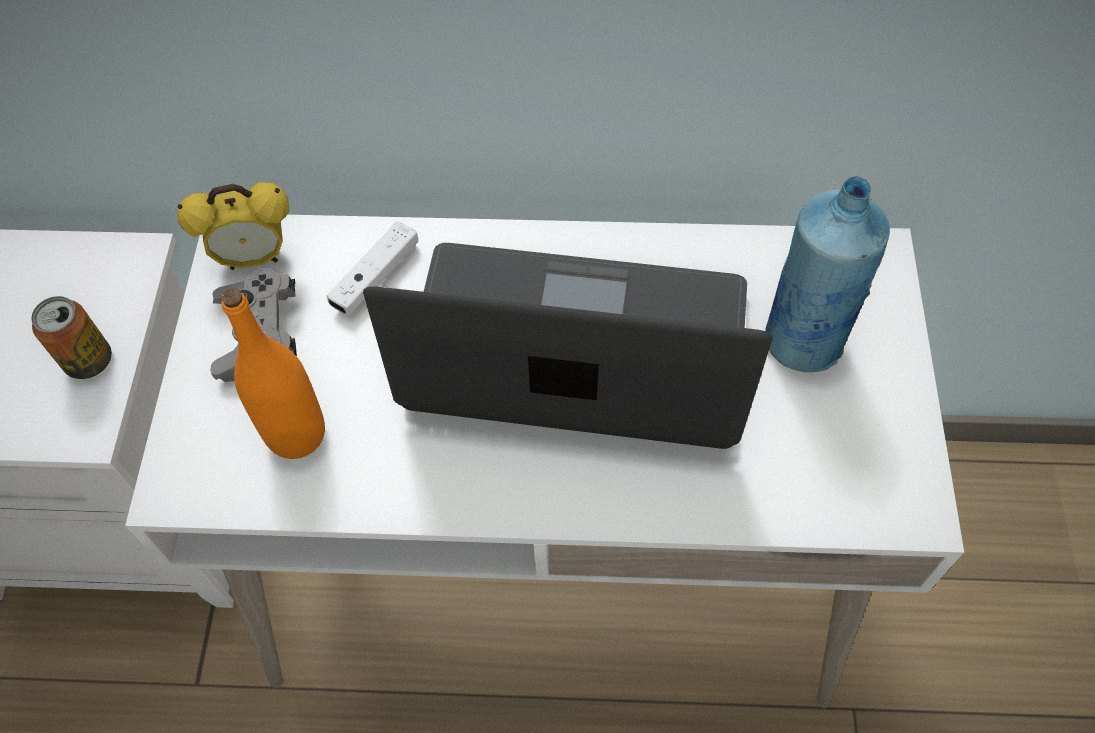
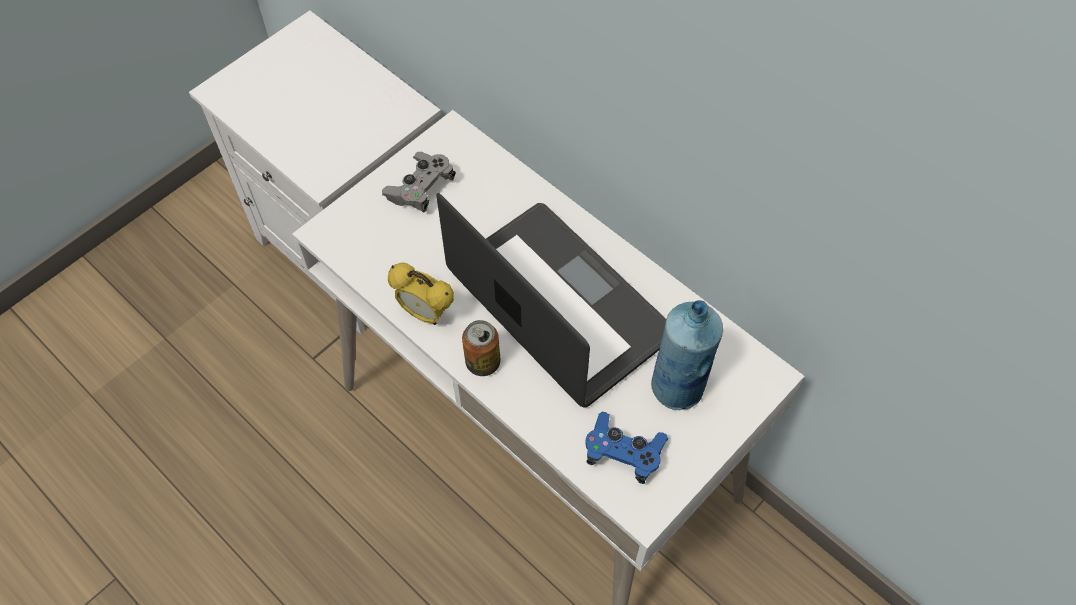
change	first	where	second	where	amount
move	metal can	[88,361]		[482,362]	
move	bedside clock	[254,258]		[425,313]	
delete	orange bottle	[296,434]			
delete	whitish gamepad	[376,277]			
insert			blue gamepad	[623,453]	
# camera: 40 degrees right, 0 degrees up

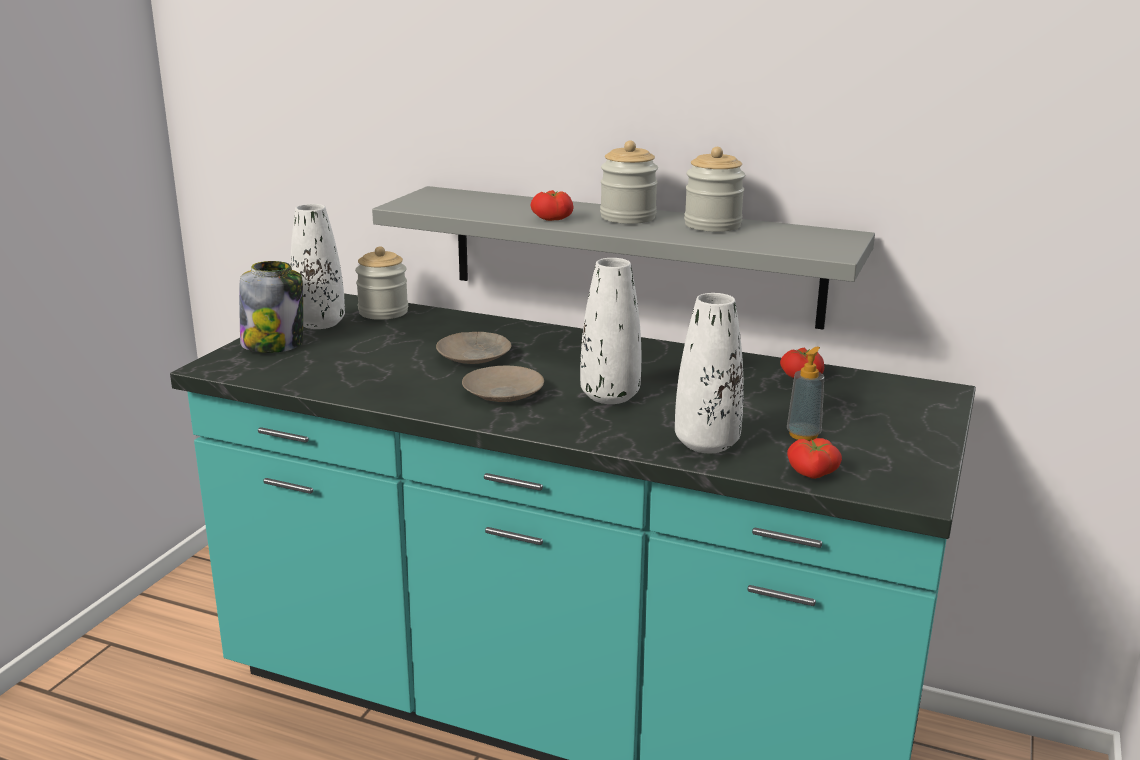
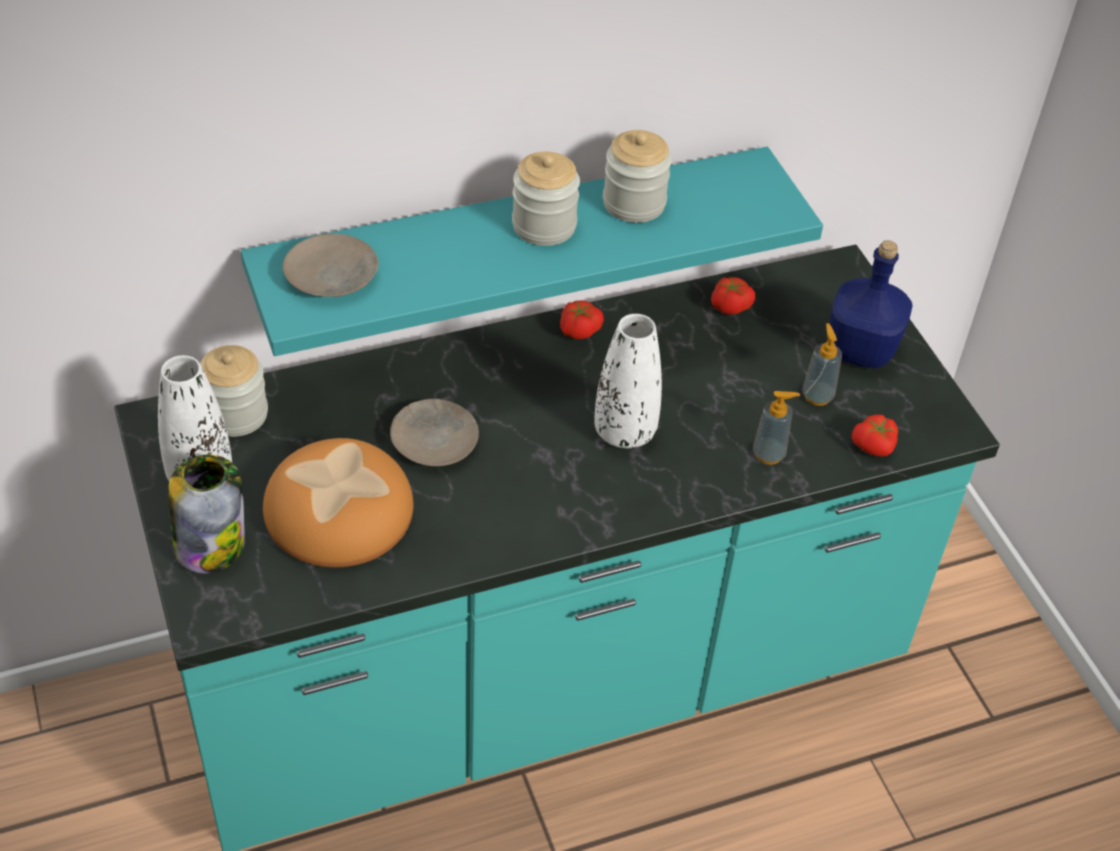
change	first	where	second	where	amount
recolor	greyish shelf	[633,255]	turquoise-coloured shelf	[514,239]	
move	sand-coloured flat dish	[503,393]		[332,276]	
move	fresh tomato	[553,218]		[578,329]	
replace	whitish flower vase	[706,444]	soap dispenser	[768,454]	
insert			baked bread	[337,510]	
insert			blue bottle	[861,351]	
# camera: 45 degrees left, 25 degrees up

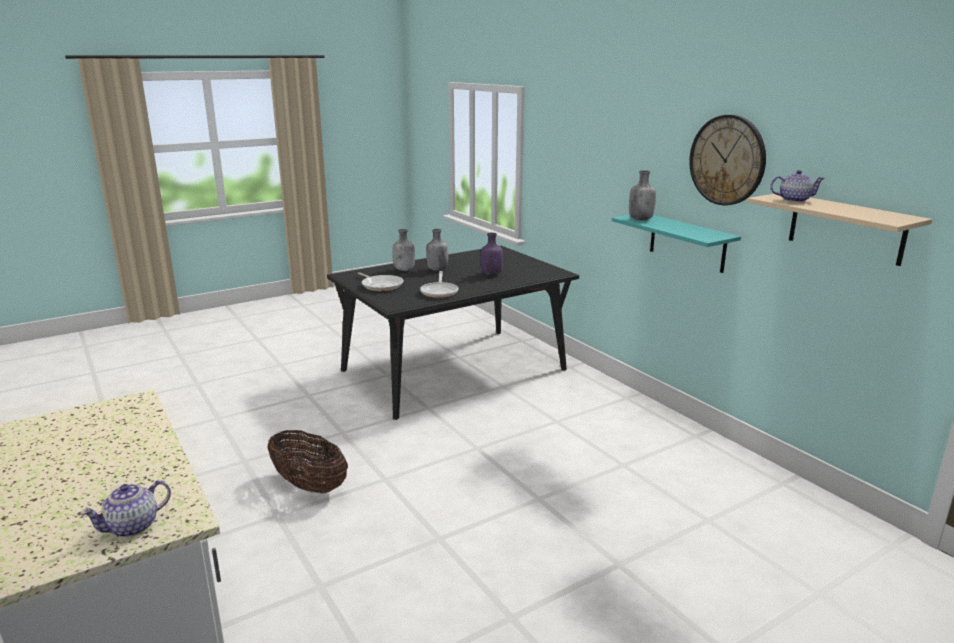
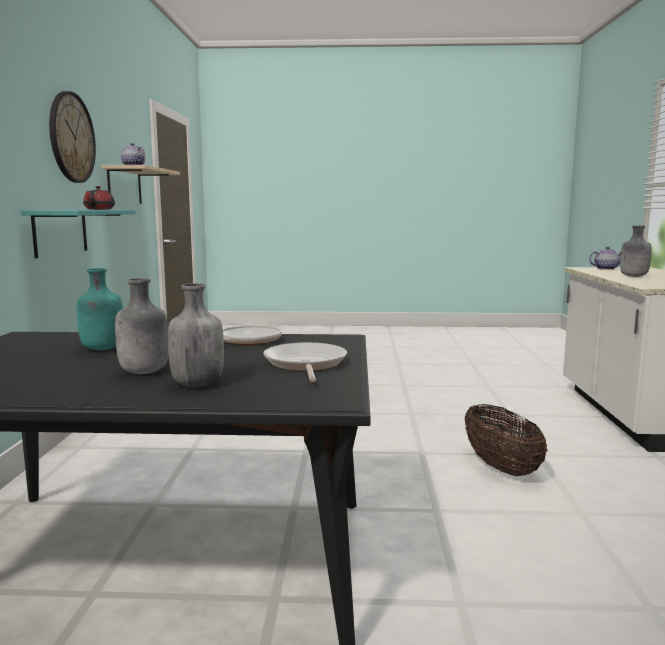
change	first	where	second	where	amount
recolor	purple bottle	[491,274]	turquoise-coloured bottle	[102,349]	
move	greyish bottle	[640,219]		[633,276]	
insert			reddish teapot	[100,209]	
# camera: 145 degrees left, 10 degrees down

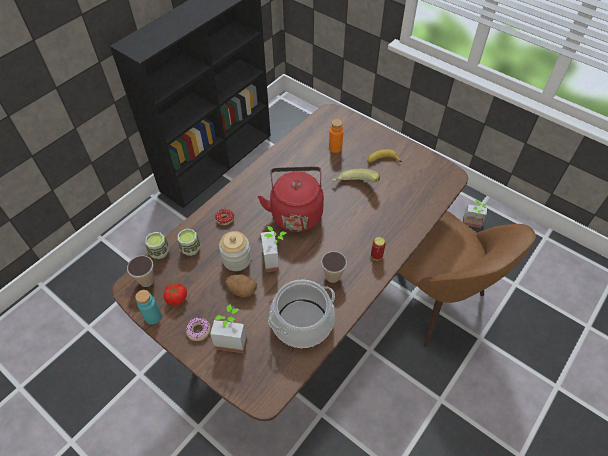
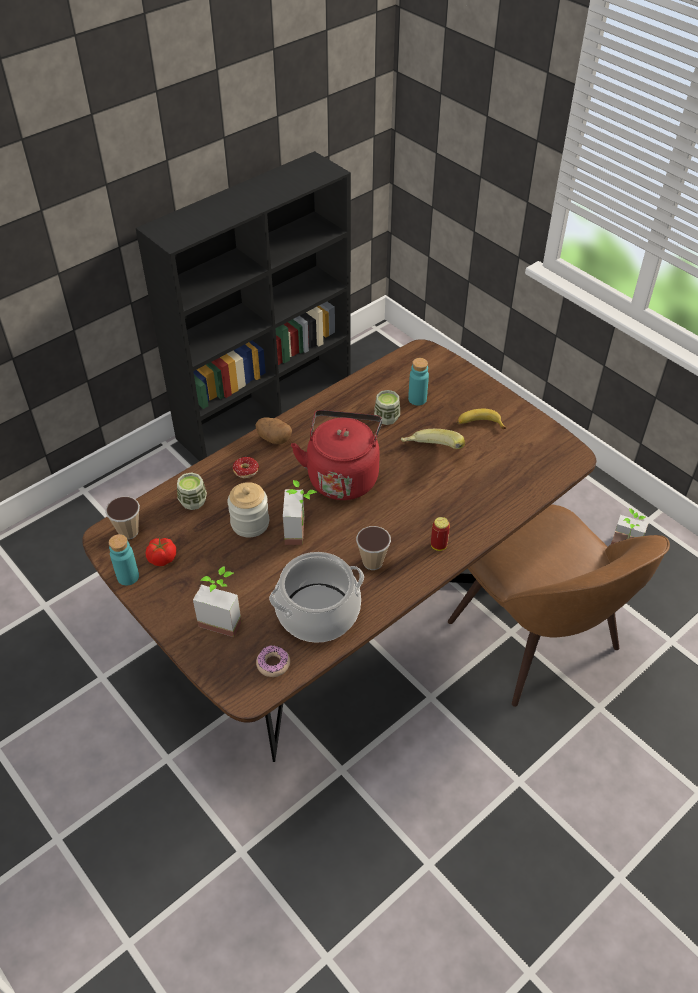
change	first	where	second	where	amount
move	drinking cup	[159,252]		[387,417]	
move	donut	[198,330]		[273,664]	
move	whole potato	[242,290]		[274,438]	
recolor	orange bottle	[335,148]	turquoise-coloured bottle	[417,399]	
# camera: 10 degrees right, 5 degrees down

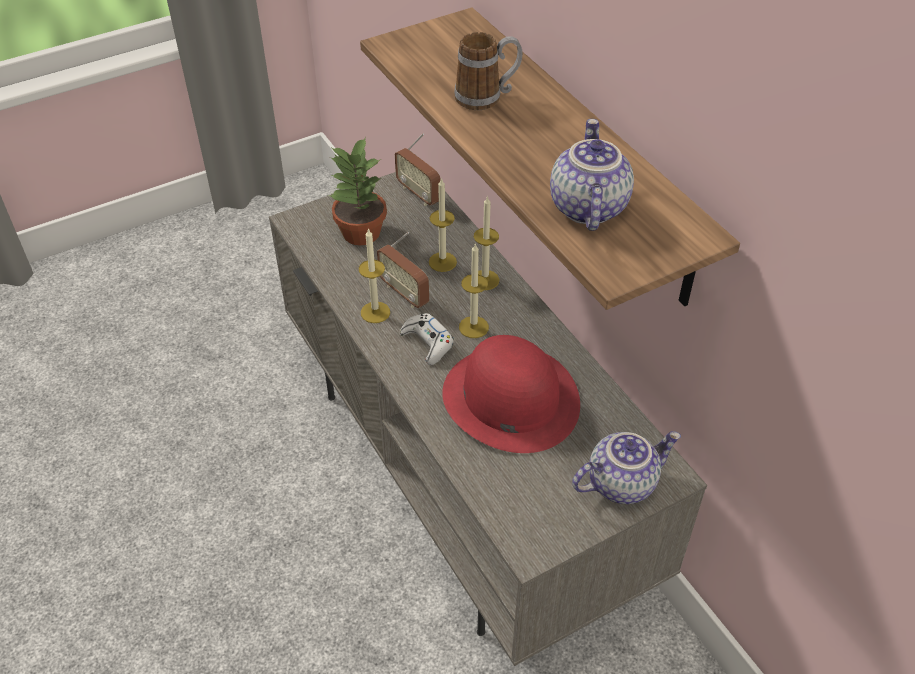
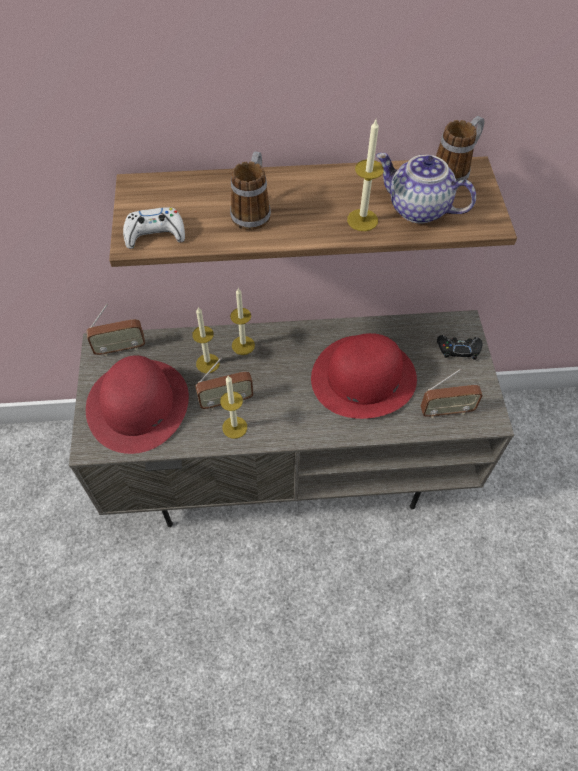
change	first	where	second	where	amount
replace	houseplant	[360,233]	reddish hat	[138,405]	
move	whitish gamepad	[428,343]		[155,234]	
move	wax light	[473,327]		[362,220]	
replace	teapot	[621,482]	blackish gamepad	[458,349]	
insert			radio receiver	[446,411]	
insert			coffee mug	[454,171]	
# camera: 65 degrees left, 10 degrees up

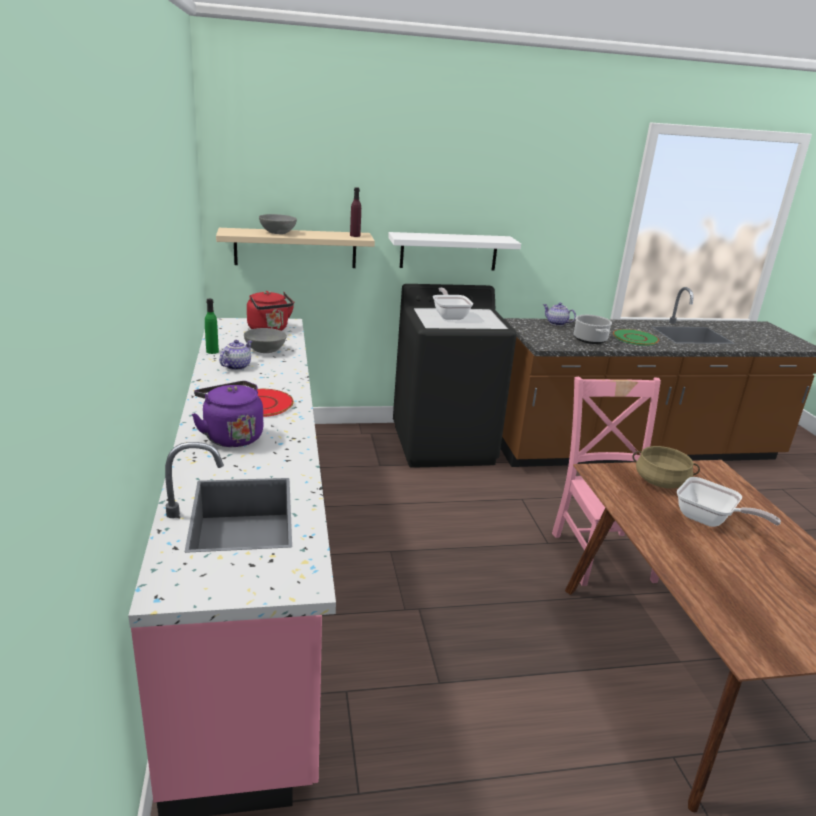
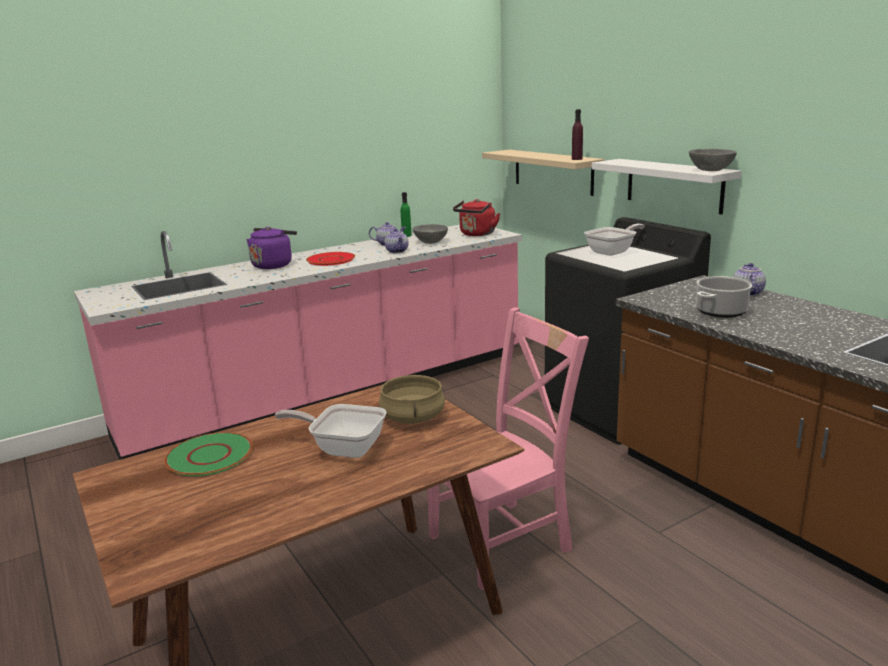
change	first	where	second	where	amount
move	greyish serving bowl	[278,233]		[711,170]	
move	greenish flat dish	[635,338]		[209,456]	
rotate	skillet	[709,520]		[343,448]	90 degrees clockwise
insert			teapot	[397,251]	
# camera: 70 degrees right, 5 degrees down

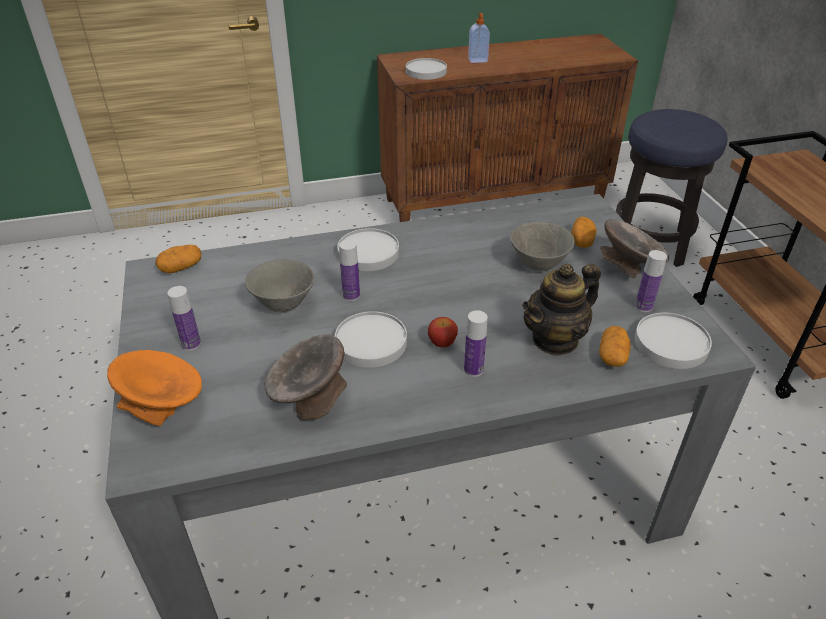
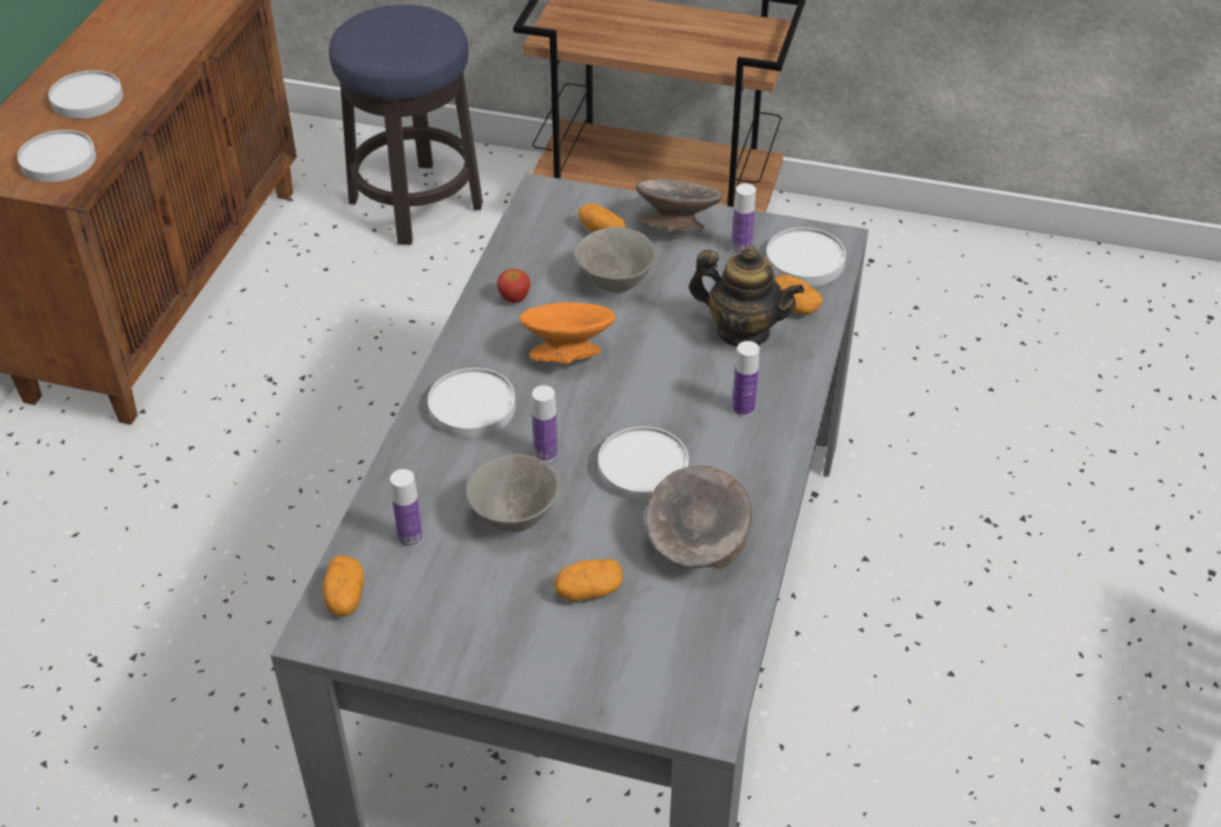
change	first	where	second	where	amount
move	orange serving bowl	[164,407]		[567,352]	
move	bottle	[191,344]		[410,538]	
move	apple fruit	[442,343]		[514,298]	
replace	soap dispenser	[478,60]	whitish flat dish	[87,98]	
rotate	teapot	[555,339]		[742,331]	60 degrees counterclockwise
insert			whole potato	[588,591]	
# camera: 60 degrees left, 5 degrees up

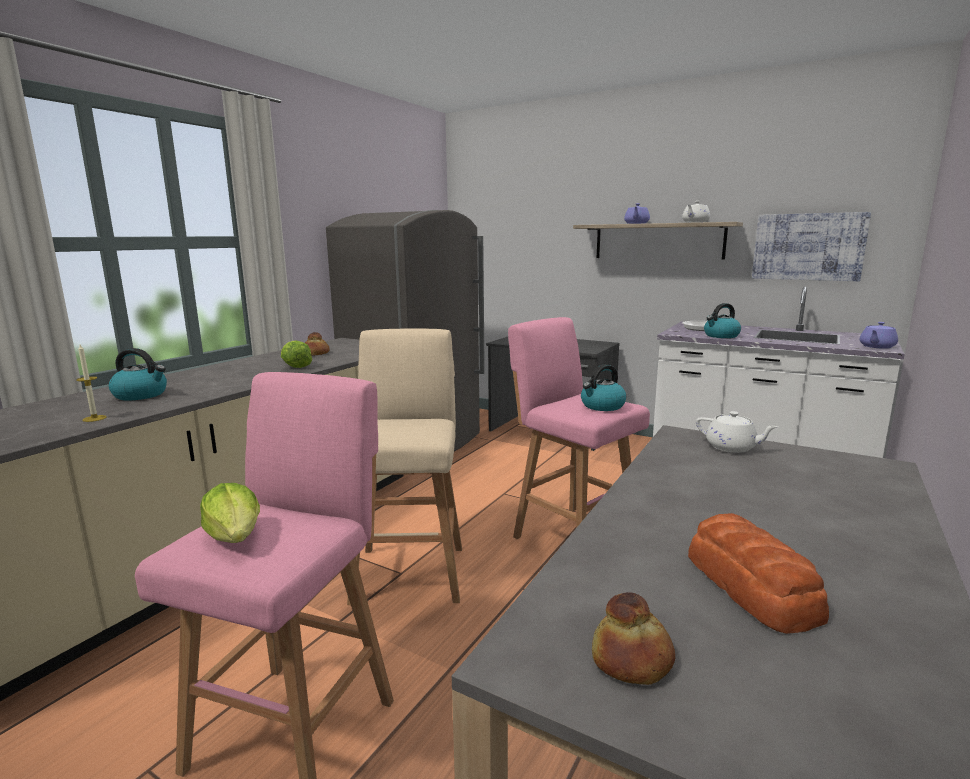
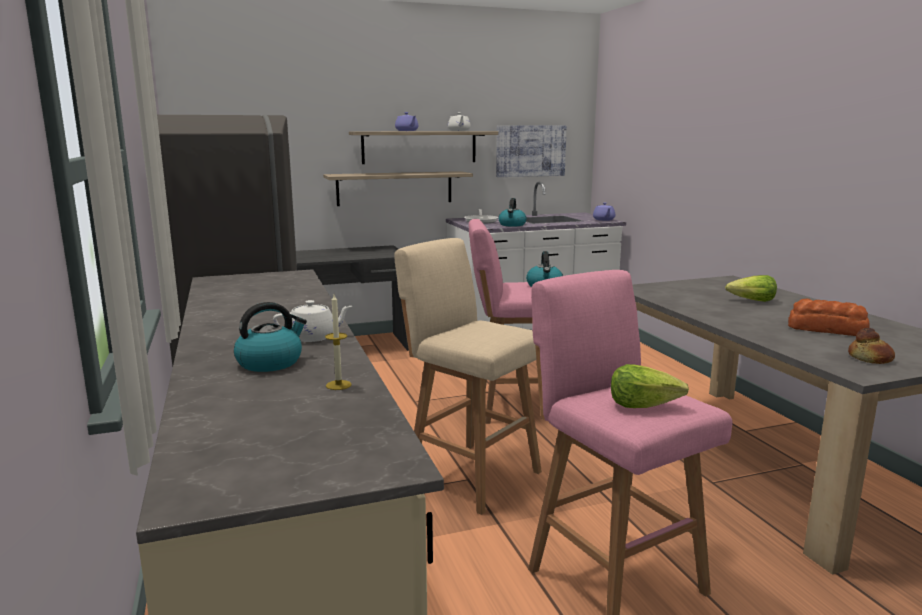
change	first	where	second	where	amount
move	lettuce head	[295,366]		[752,301]	
delete	baked bread	[315,353]			
move	whitish teapot	[732,447]		[313,337]	
insert			shelf	[395,188]	
# camera: 50 degrees left, 0 degrees up

